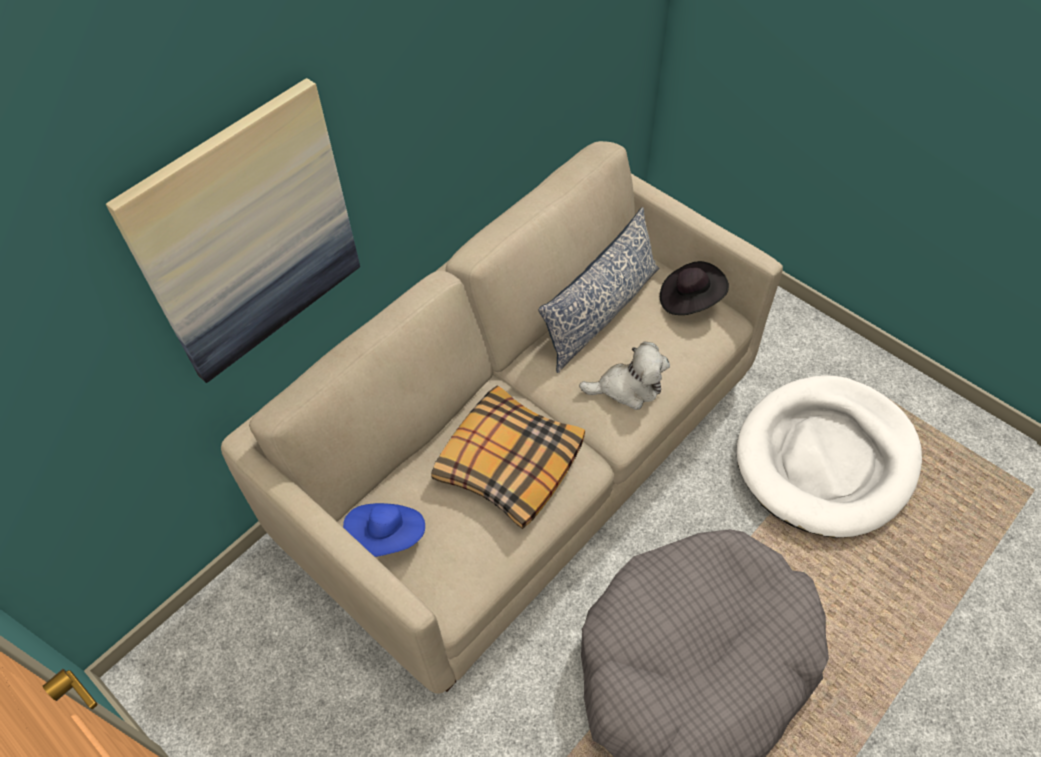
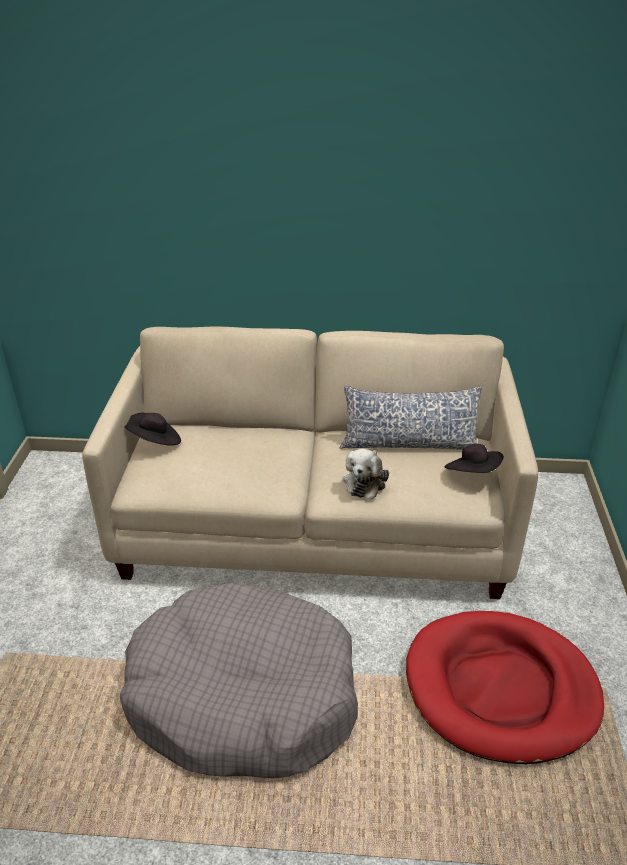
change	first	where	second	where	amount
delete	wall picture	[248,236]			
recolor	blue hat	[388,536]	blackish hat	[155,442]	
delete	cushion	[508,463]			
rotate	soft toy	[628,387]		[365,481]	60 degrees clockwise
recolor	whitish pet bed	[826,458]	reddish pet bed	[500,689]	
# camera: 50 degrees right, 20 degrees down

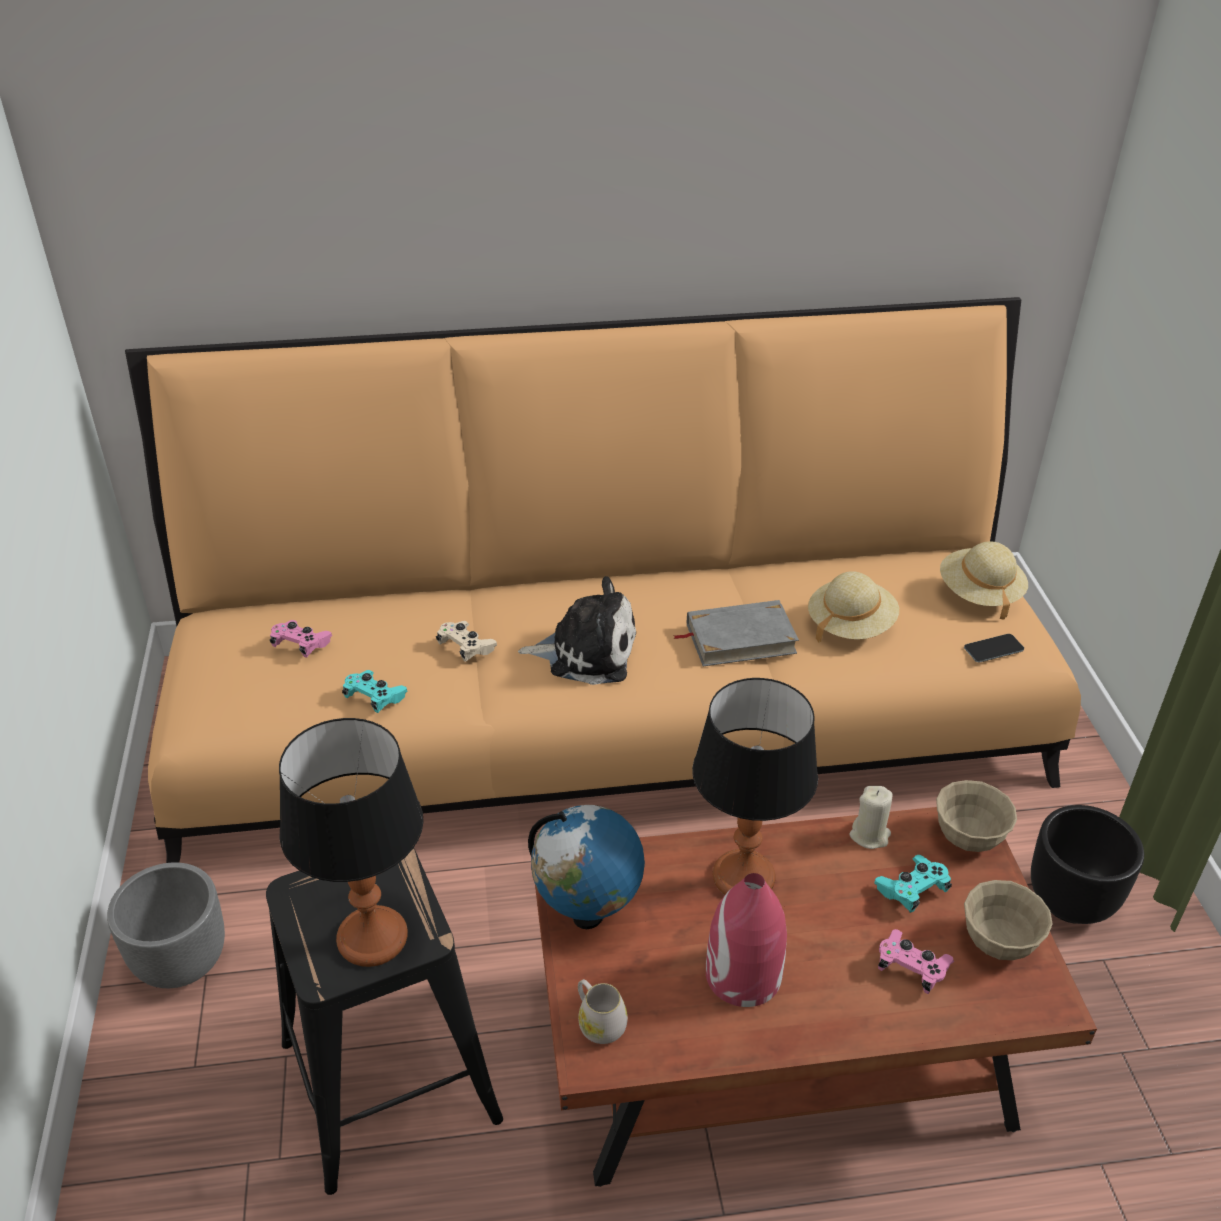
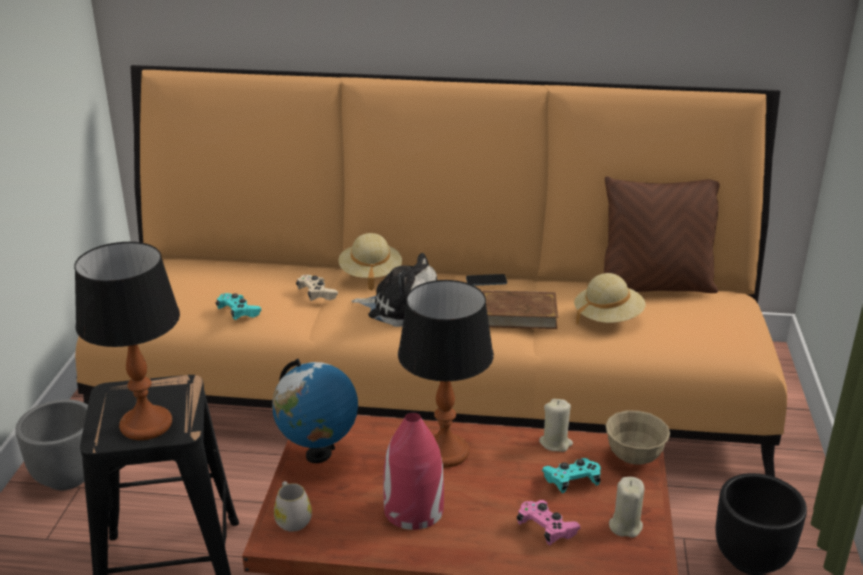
change	first	where	second	where	amount
delete	pink gamepad	[301,645]			
recolor	greyish bound book	[740,638]	brown bound book	[518,314]	
move	sand-coloured hat	[979,593]		[370,274]	
move	handset	[993,648]		[486,280]	
replace	sand-coloured serving bowl	[998,943]	sand-coloured wax light	[625,526]	
insert			brown cushion	[655,288]	
# camera: 15 degrees right, 10 degrees down

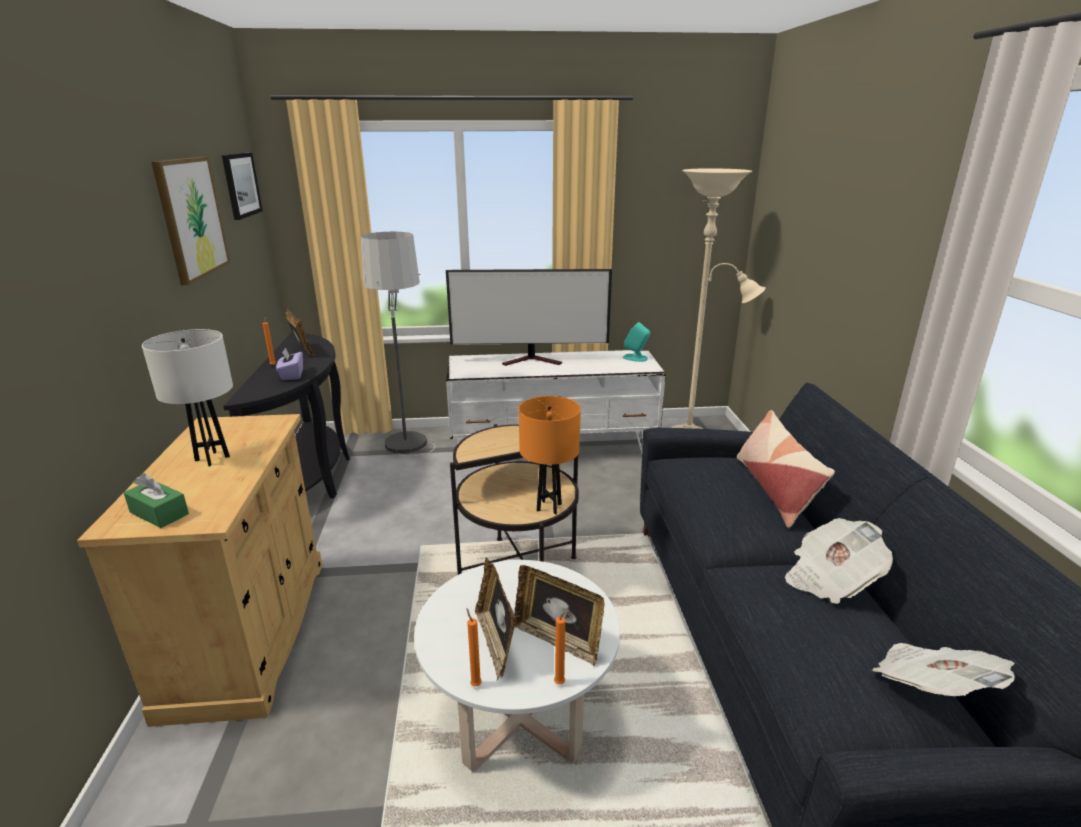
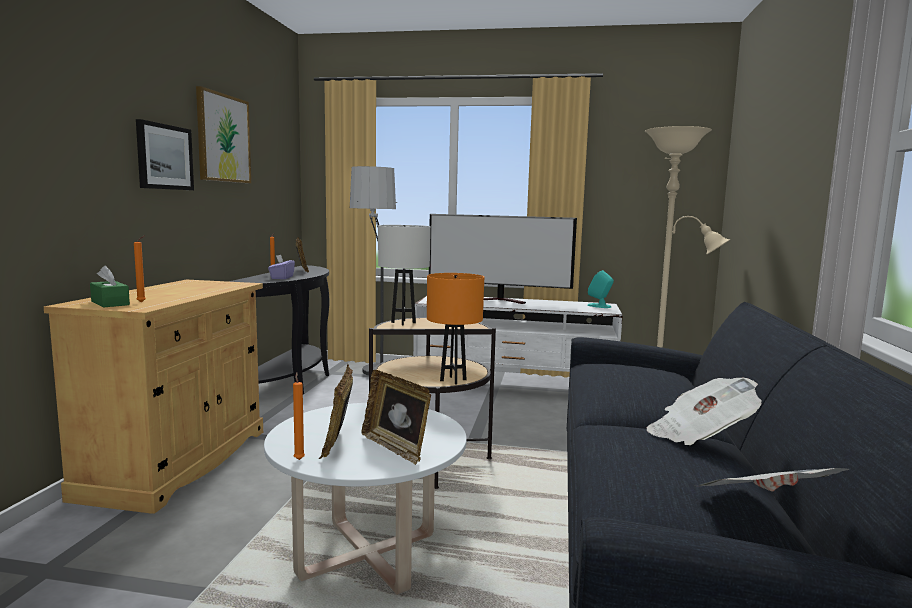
change	first	where	second	where	amount
move	whitish table lamp	[212,458]		[403,322]	
move	wall picture	[241,185]		[164,157]	
move	orange wax light	[561,683]		[142,302]	
delete	cushion	[775,489]			
# camera: 15 degrees right, 15 degrees down

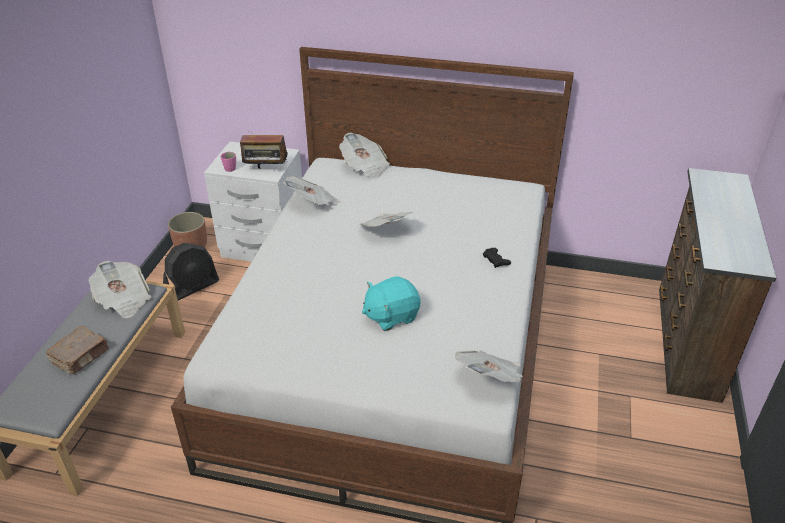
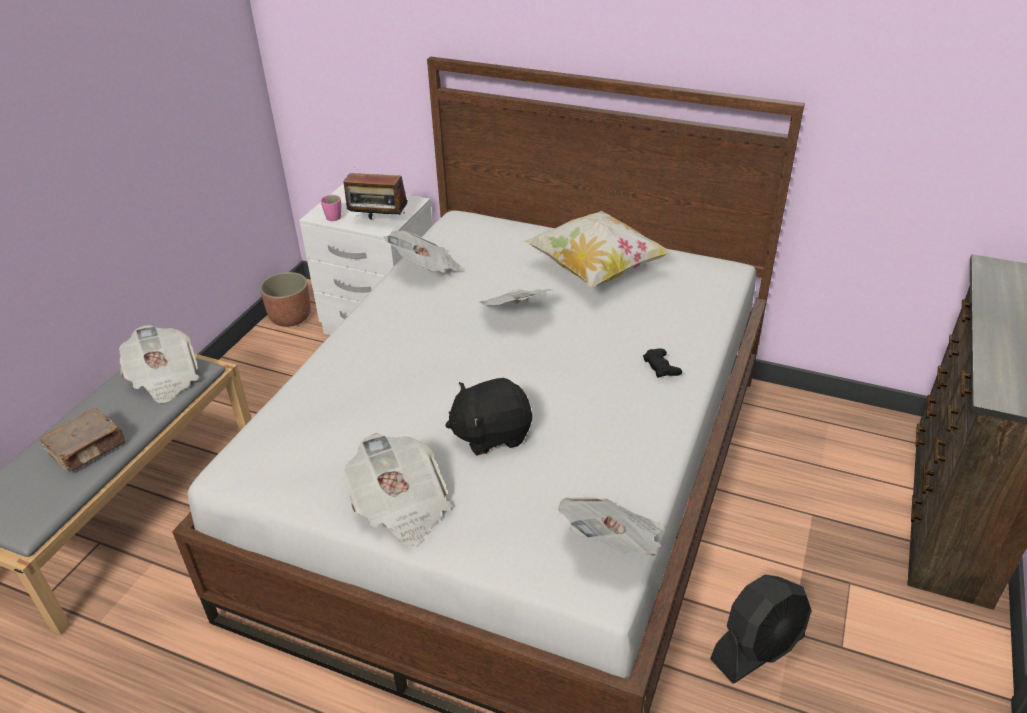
change	first	where	second	where	amount
move	blackish cooling fan	[192,287]		[758,648]	
move	daily paper	[365,167]		[401,507]	
recolor	turquoise-coloured soft toy	[391,316]	blackish soft toy	[491,434]	
insert			cushion	[596,270]	
# camera: 10 degrees right, 0 degrees up

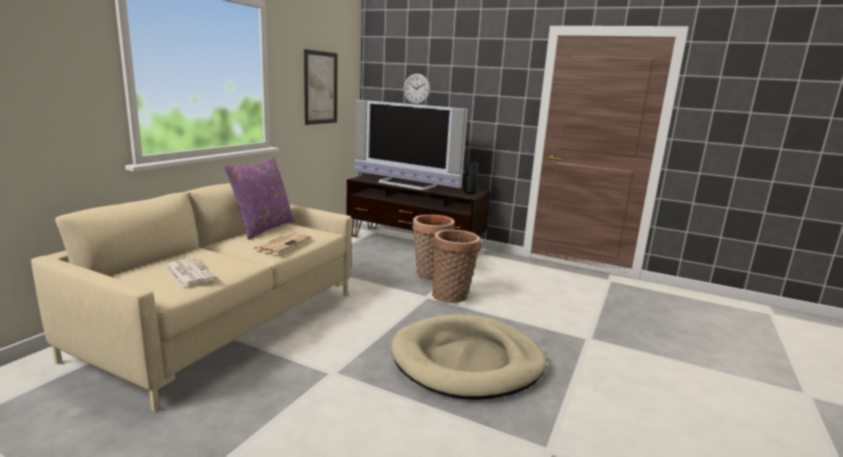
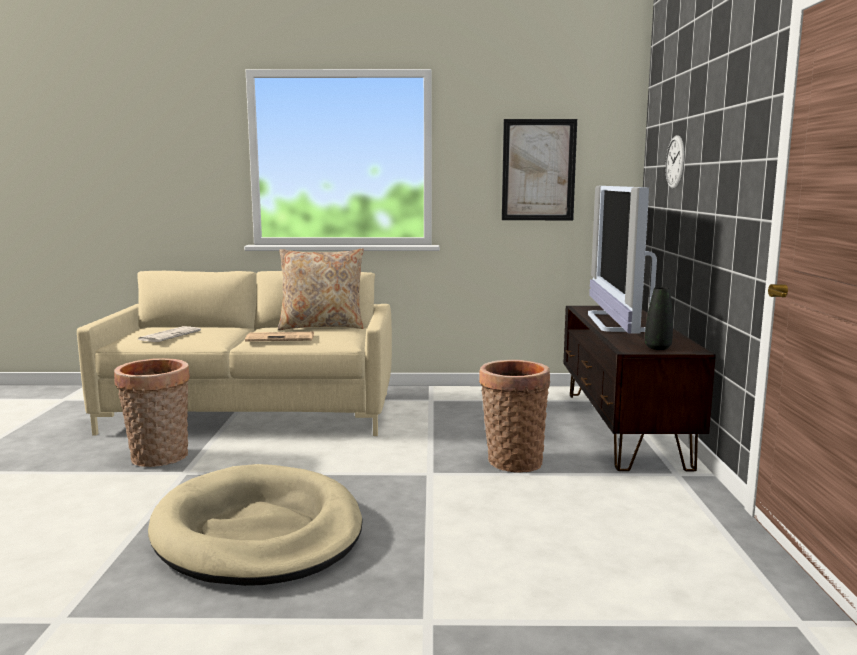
change	first	where	second	where	amount
recolor	purple cushion	[263,228]	sand-coloured cushion	[322,326]	
move	household basket	[452,296]		[159,459]	
# camera: 65 degrees right, 5 degrees down

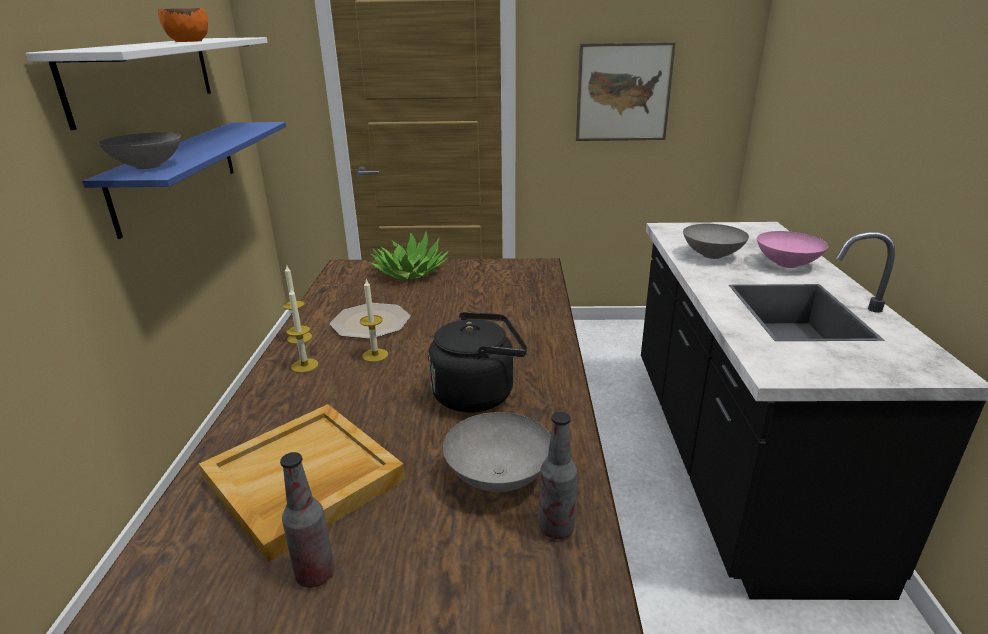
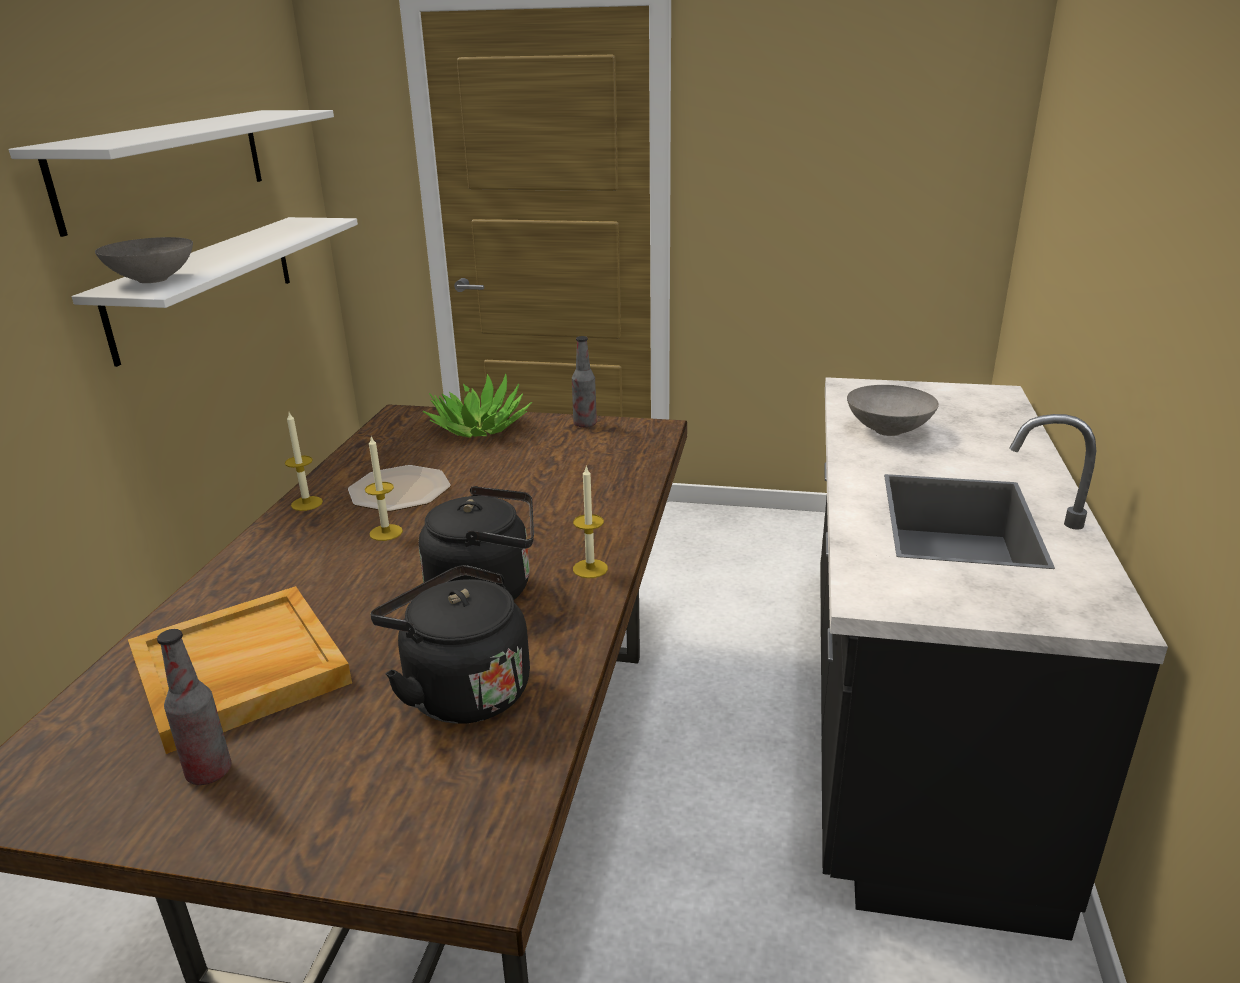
change	first	where	second	where	amount
recolor	blue shelf	[178,173]	whitish shelf	[206,284]	
delete	orange serving bowl	[189,41]			
move	wax light	[304,365]		[590,569]	
replace	greyish serving bowl	[499,475]	blackish water kettle	[461,690]	
move	bottle	[556,528]		[585,424]	
delete	wall picture	[623,93]			
delete	pink serving bowl	[785,264]			
# camera: 10 degrees right, 0 degrees up

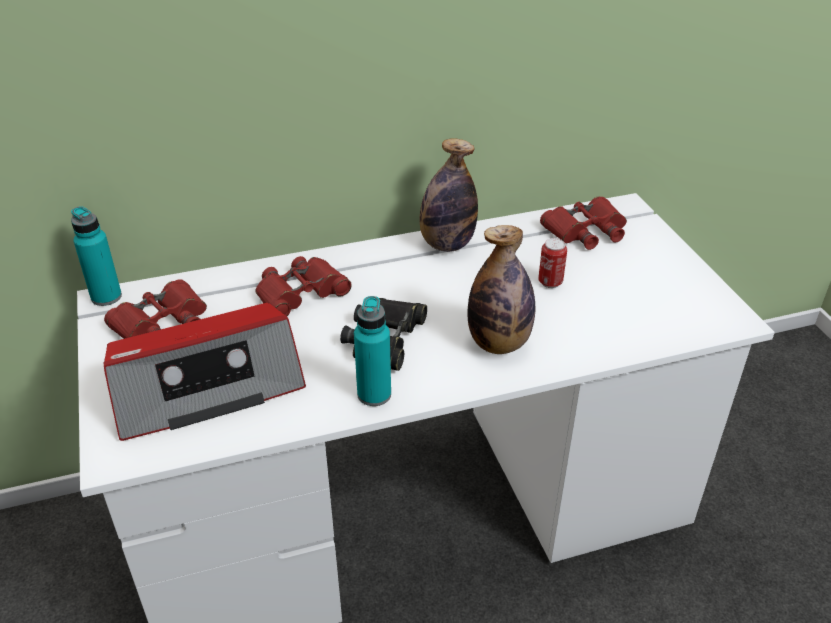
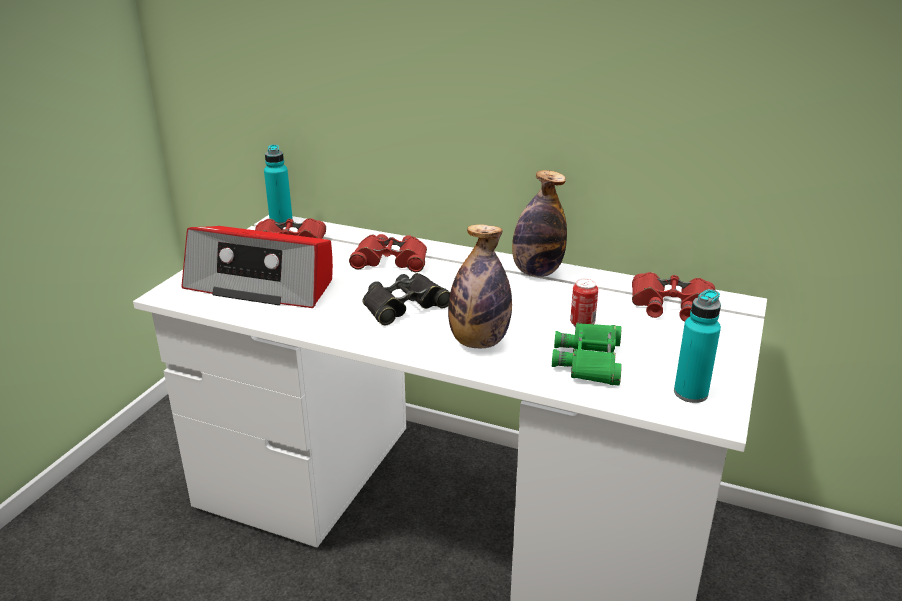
change	first	where	second	where	amount
move	turquoise-coloured bottle	[374,394]		[690,393]	
insert			greenish field glasses	[590,361]	
# camera: 40 degrees right, 10 degrees down

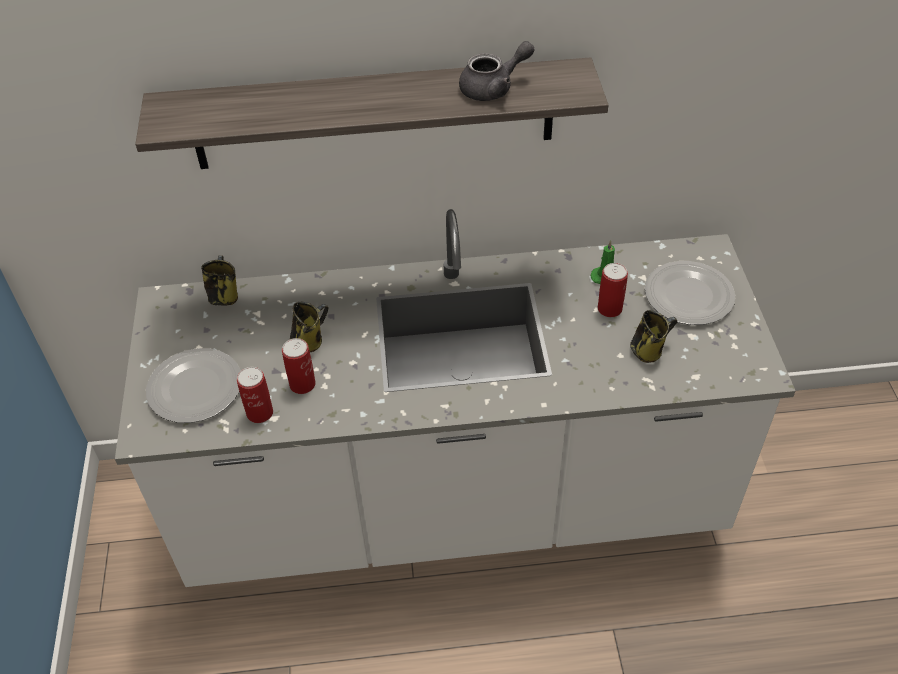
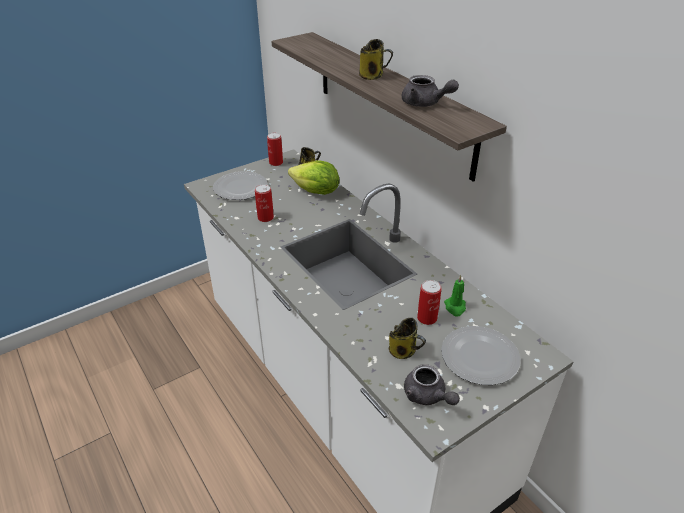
change	first	where	second	where	amount
move	metal can	[260,413]		[276,163]	
move	coffee mug	[310,340]		[372,76]	
insert			lettuce head	[316,192]	
insert			greyish teapot	[427,396]	
# camera: 60 degrees right, 10 degrees down

